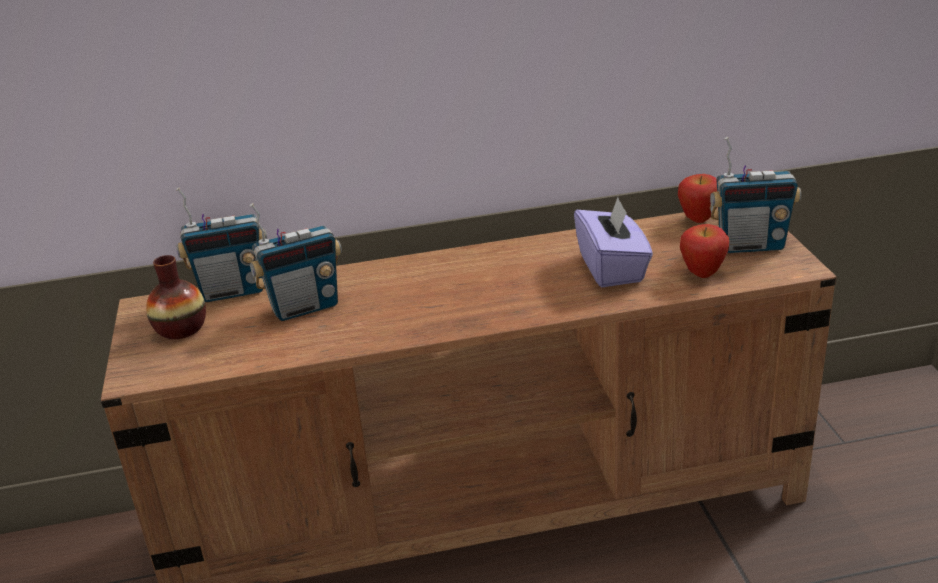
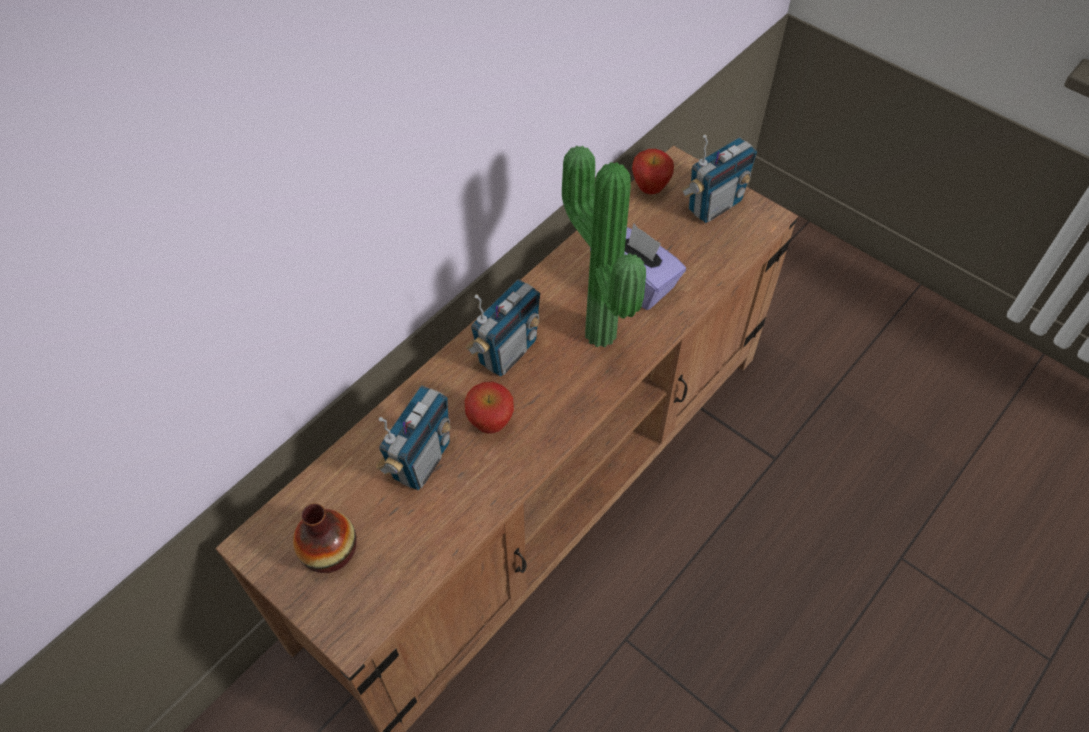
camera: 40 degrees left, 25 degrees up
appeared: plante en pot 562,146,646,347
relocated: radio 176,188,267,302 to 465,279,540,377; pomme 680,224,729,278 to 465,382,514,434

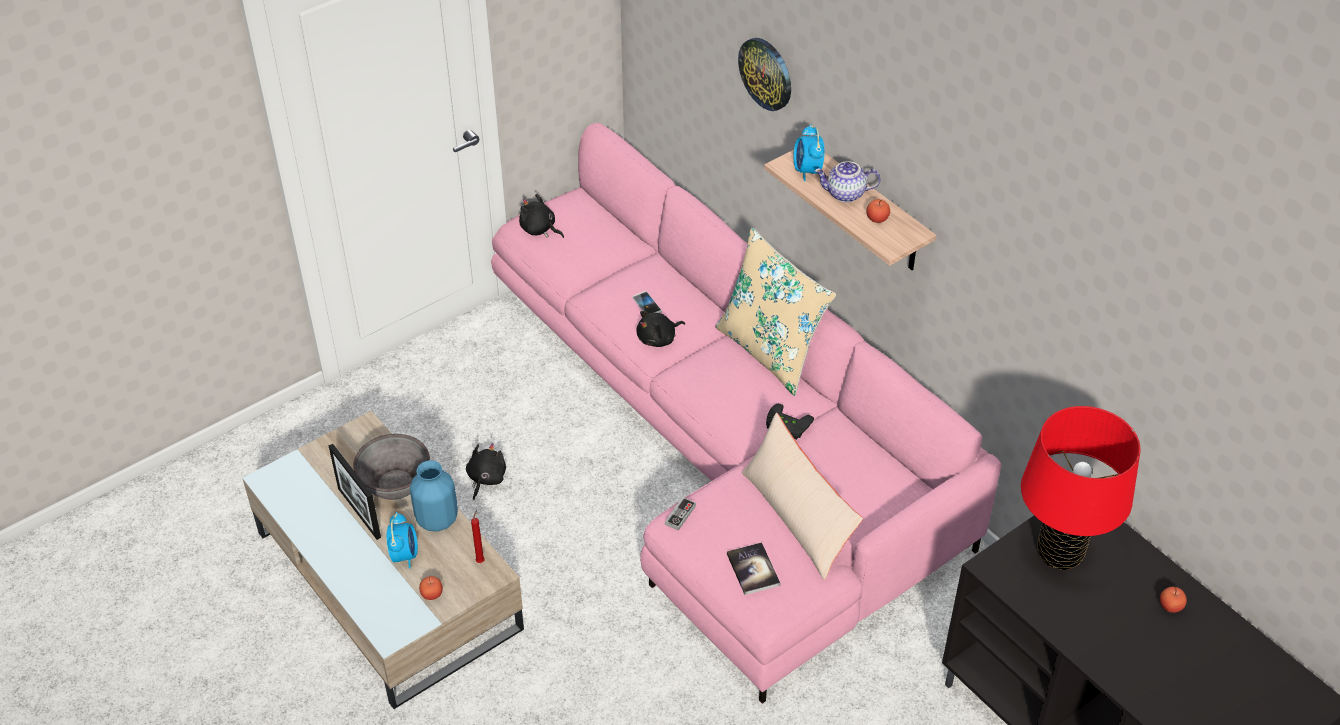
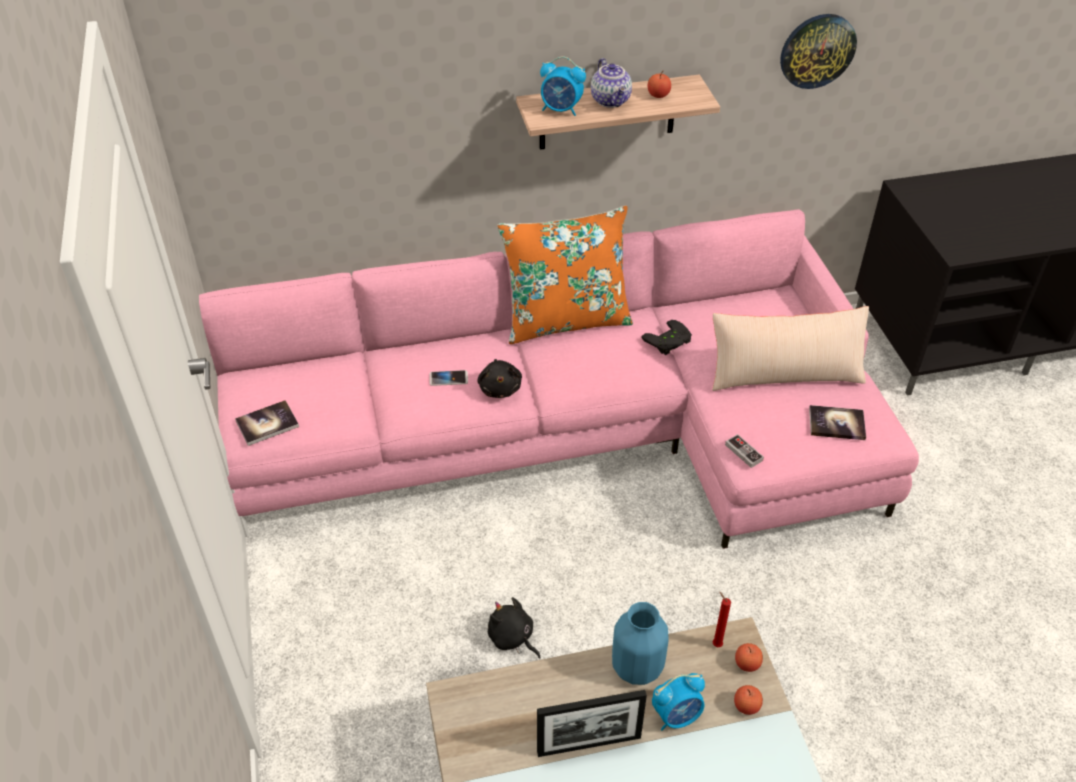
camera: 65 degrees left, 0 degrees up
missing: bol (gris) 353,434,430,500; lampe de table (rouge) 1021,406,1141,570
relocated: horloge murale 738,38,791,111 to 780,14,857,89; pomme 1160,587,1187,613 to 735,643,763,672
exchanged: peluche (noir) 519,194,564,238 to livre 235,400,299,446
colour: coussin (beige) 715,227,836,396 to coussin (orange) 498,206,633,344
spun: réveil 387,512,418,569 = 652,673,705,730 135 degrees clockwise; théière 814,161,881,203 = 591,58,632,108 45 degrees counterclockwise

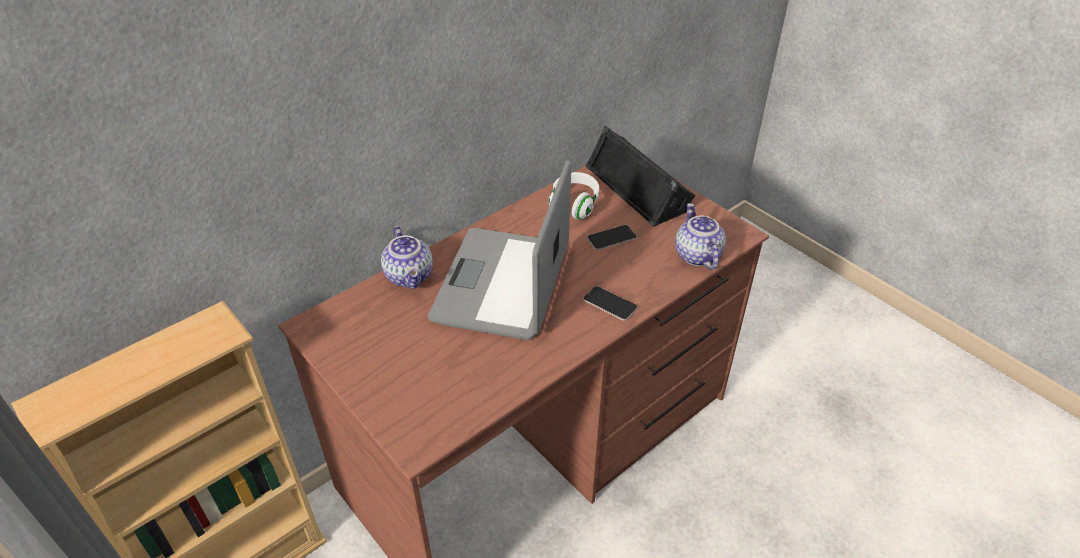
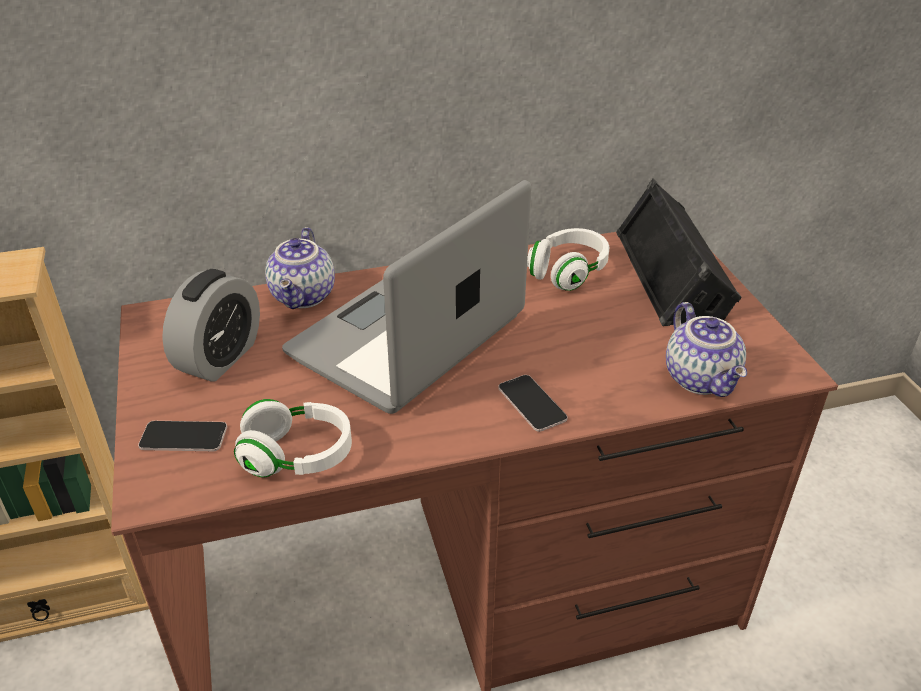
camera: 25 degrees right, 5 degrees down
appeared: réveil 162,269,260,382; casque audio (blanc) 234,399,352,478
relocated: téléphone 587,225,637,250 to 138,421,227,451
spun: théière 675,203,726,270 = 666,302,747,397 150 degrees clockwise

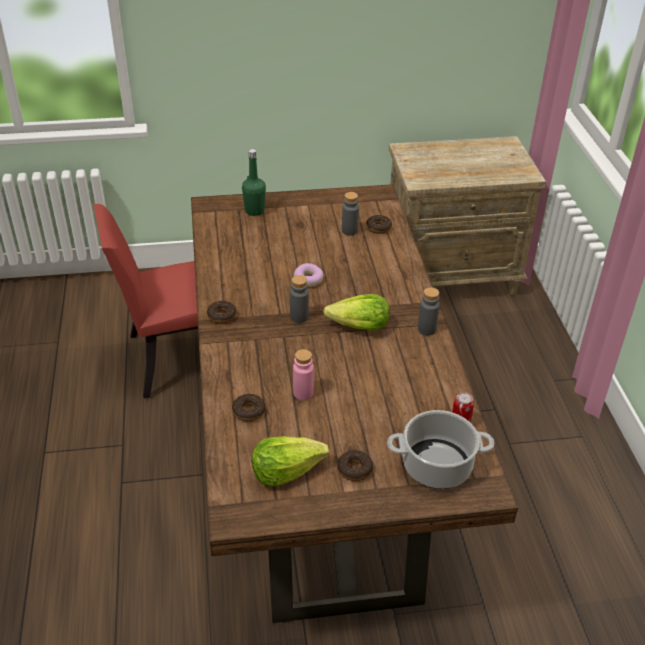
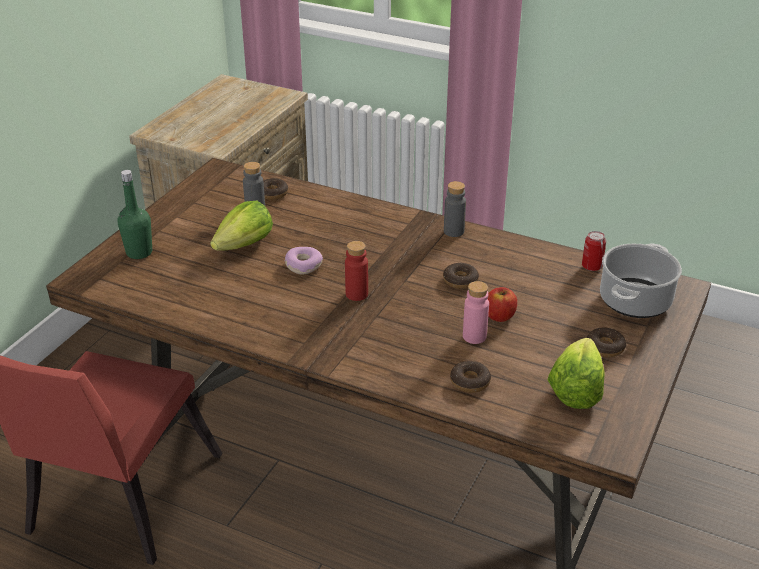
camera: 55 degrees left, 5 degrees down
appeared: pomme 488,287,517,322
relocated: beignet 207,301,236,324 to 443,262,479,289; laitue 323,294,389,331 to 210,201,273,251
colour: bouteille (gris) 290,275,309,323 to bouteille (rouge) 345,241,368,301

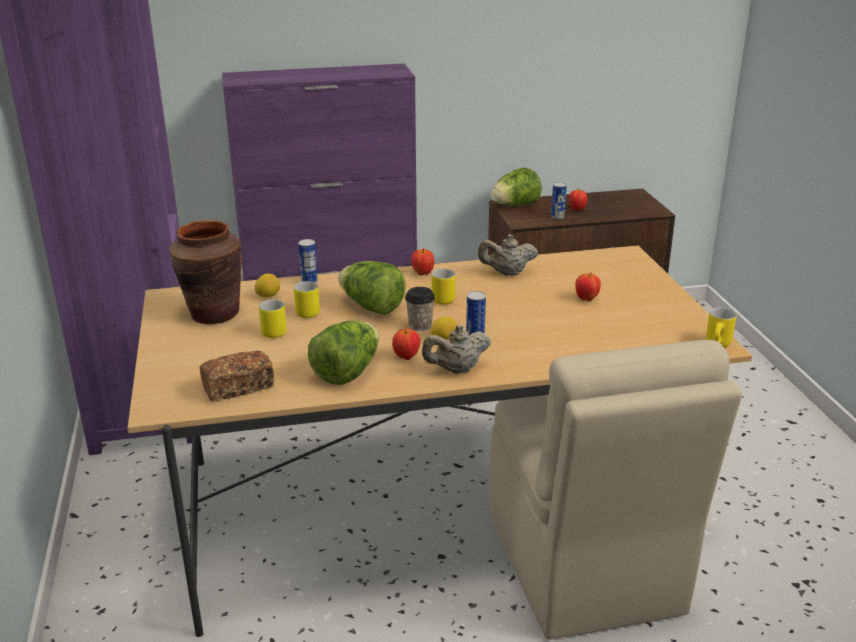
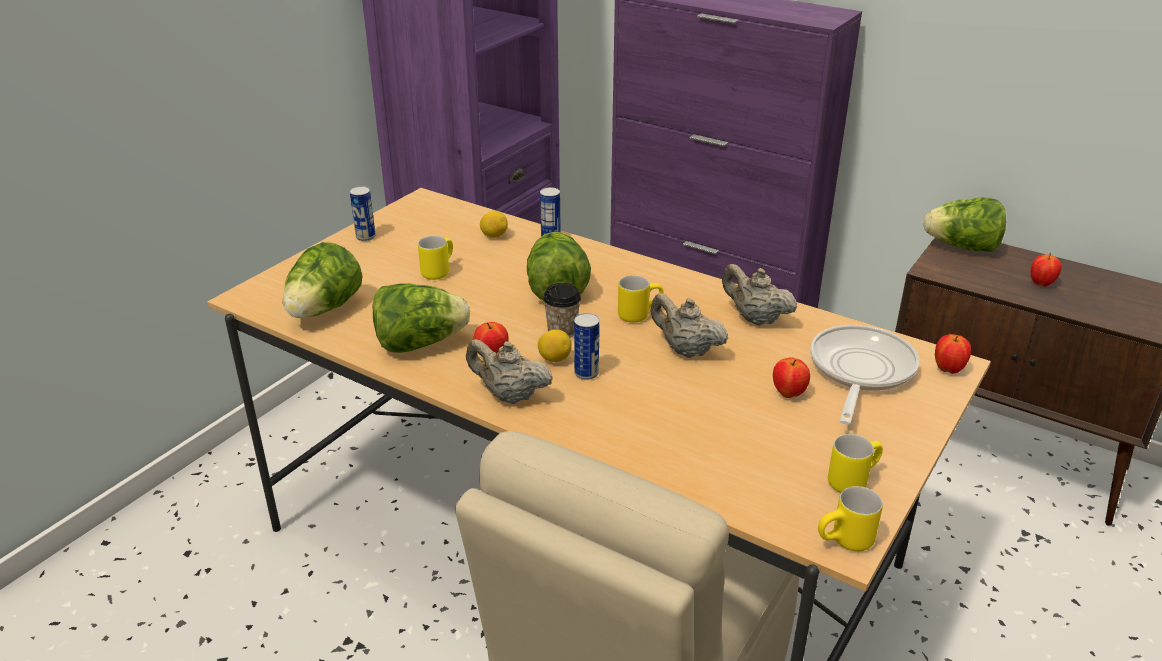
camera: 45 degrees right, 5 degrees up
missing: vase (marron) 169,220,242,324
appeared: théière (beige) 650,293,728,358; poêle 810,325,919,425
relocated: mug (jaune) 294,281,320,318 to 828,434,883,493; pomme 411,248,434,276 to 935,334,971,374; boîte métallique 551,182,567,219 to 350,186,376,241
exchanged: pain 200,351,274,402 to laitue 283,242,363,318

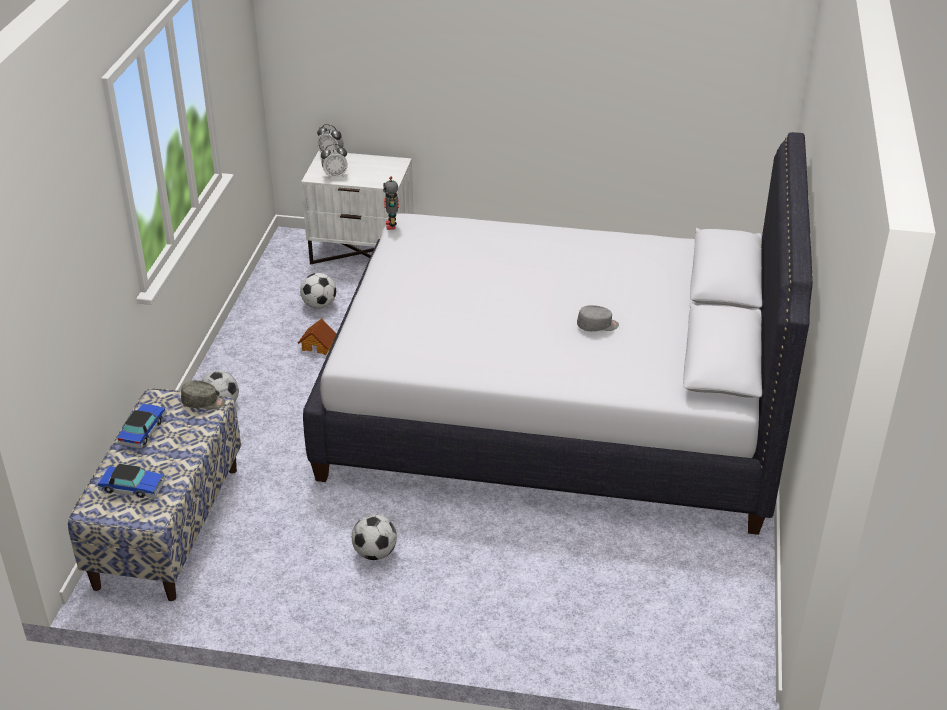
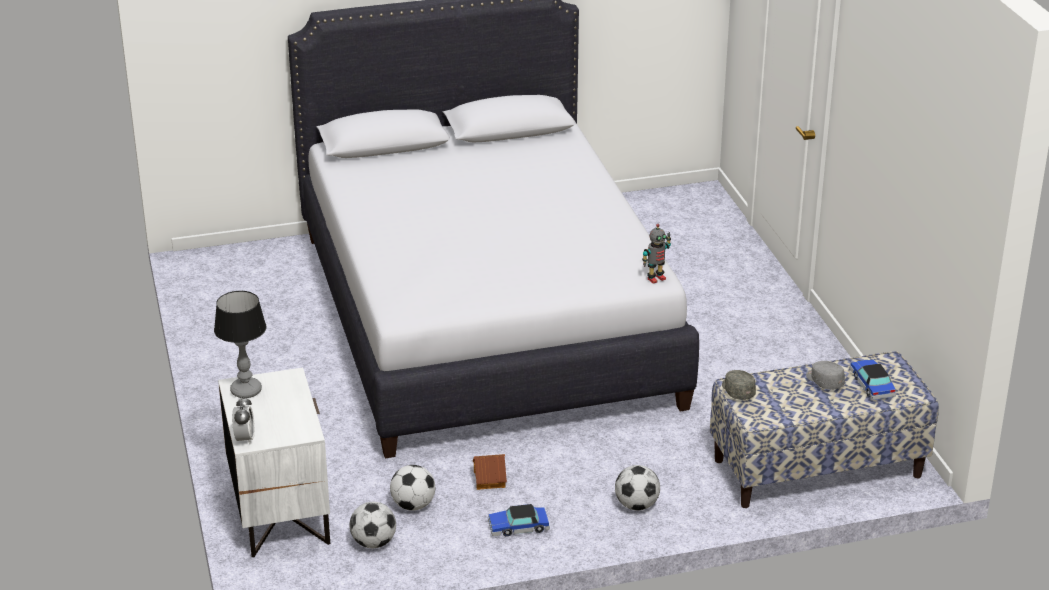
camera: 115 degrees left, 5 degrees down
missing: réveil 321,144,348,179
appeared: lampe de table 214,291,266,398
relocated: petite voiture 117,404,167,449 to 488,504,550,537; ballon de foot 352,515,397,560 to 349,502,396,548; robot jouet 383,177,399,230 to 642,224,671,284; casquette (gris) 577,305,619,332 to 806,361,845,390

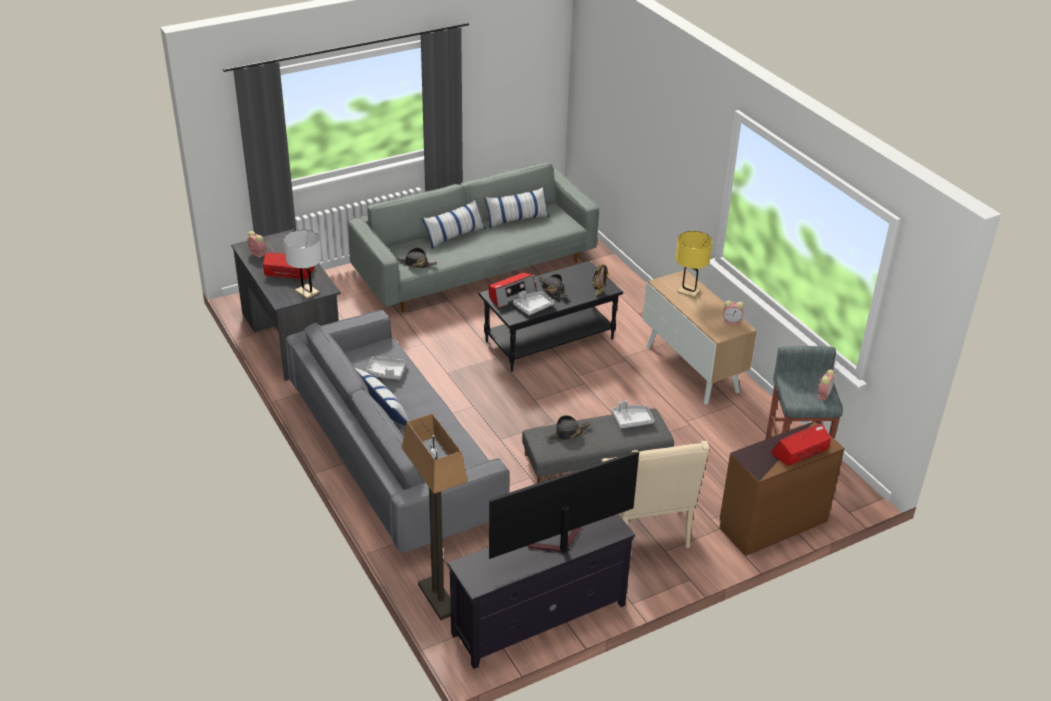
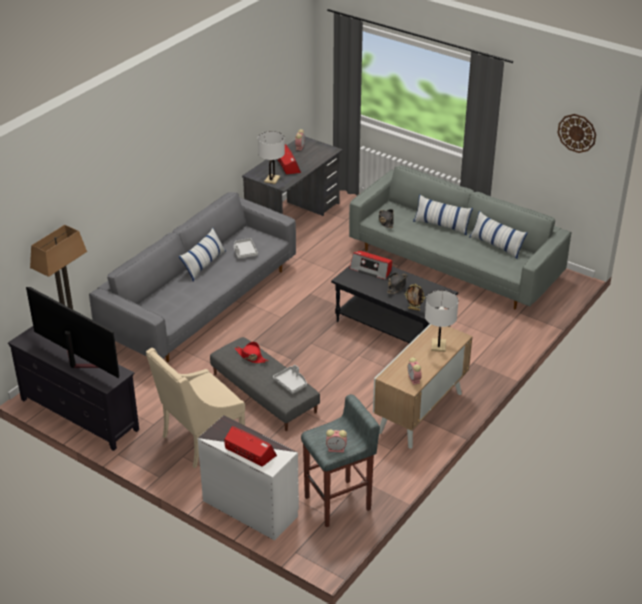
camera: 65 degrees right, 0 degrees up
missing: plateau (gris) 513,291,555,315
appeared: horloge murale 557,114,596,153
colour: chapeau (noir) 545,415,591,441 to chapeau (rouge) 235,342,269,364; lampe de table (jaune) 676,231,712,298 to lampe de table (blanc) 425,290,459,352; commode (marron) 719,421,845,556 to commode (blanc) 198,415,299,541

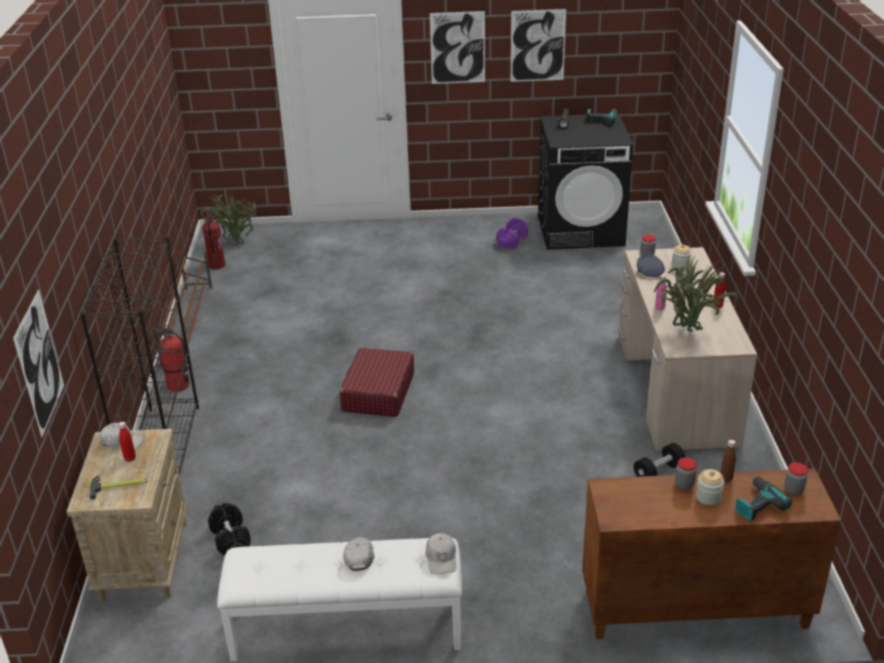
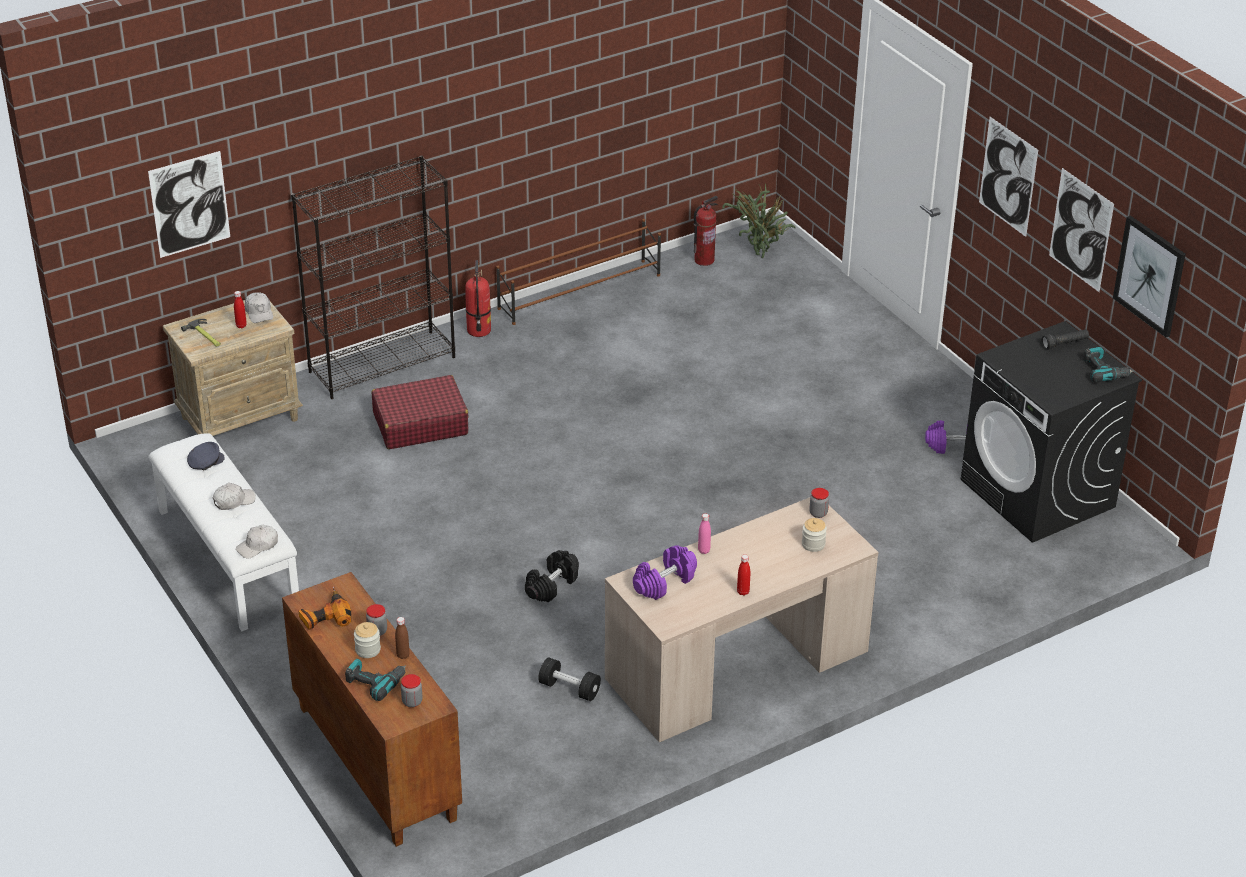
camera: 60 degrees right, 5 degrees up
appeared: perceuse 299,586,351,630; tableau 1113,215,1186,337
relocated: haltère (noir) 208,503,251,556 to 525,550,579,602; valise (rouge) 340,348,414,417 to 371,375,469,449; casquette (gris) 637,254,665,277 to 187,442,225,471
exchanged: plante en pot 654,255,738,332 to haltère (violet) 633,545,697,600

